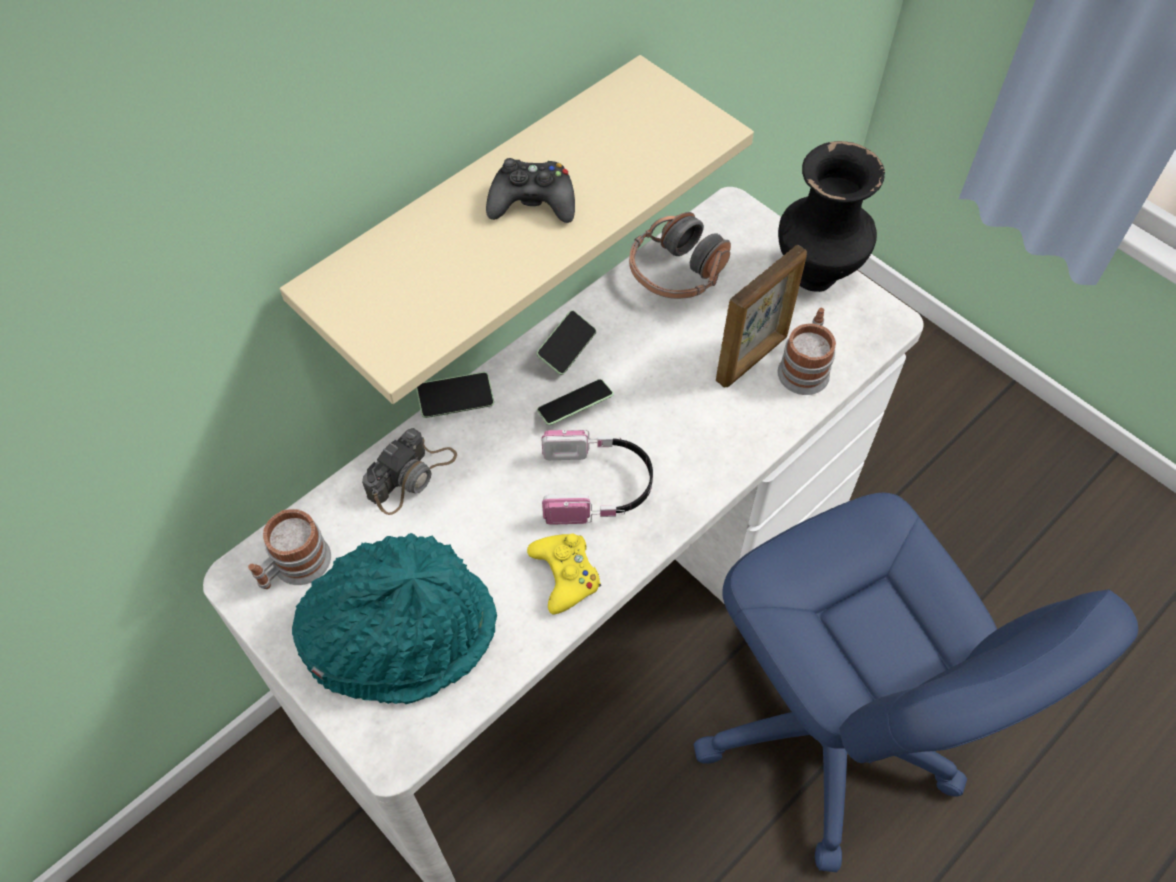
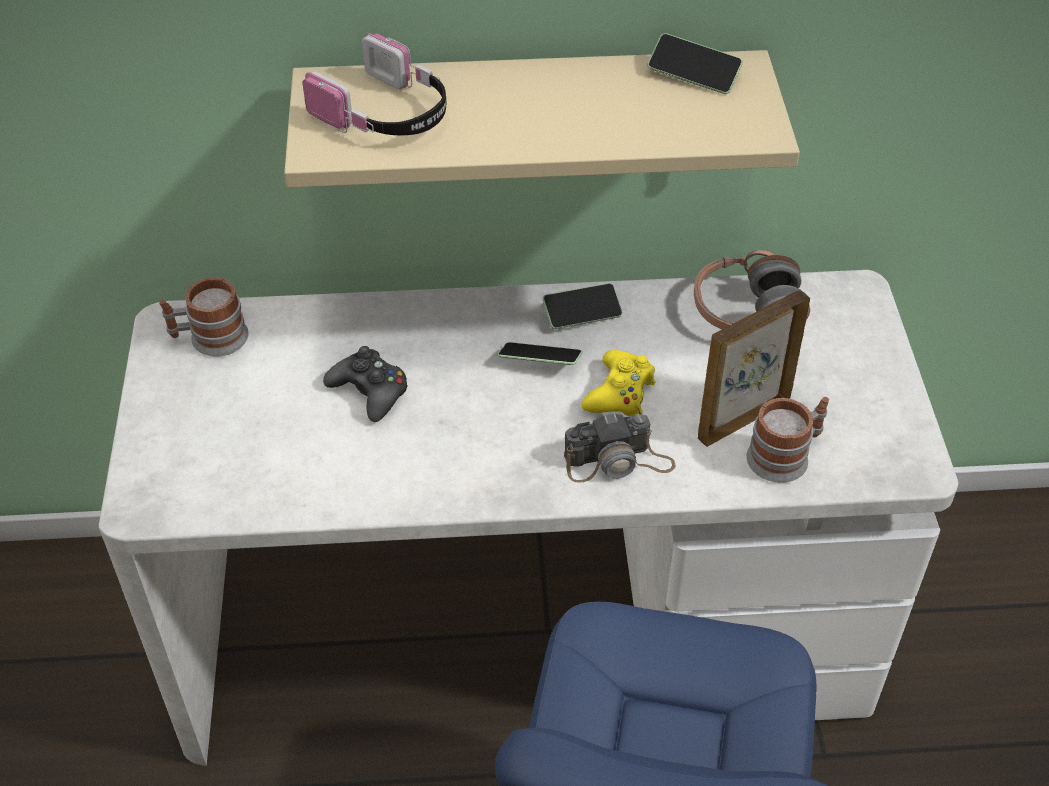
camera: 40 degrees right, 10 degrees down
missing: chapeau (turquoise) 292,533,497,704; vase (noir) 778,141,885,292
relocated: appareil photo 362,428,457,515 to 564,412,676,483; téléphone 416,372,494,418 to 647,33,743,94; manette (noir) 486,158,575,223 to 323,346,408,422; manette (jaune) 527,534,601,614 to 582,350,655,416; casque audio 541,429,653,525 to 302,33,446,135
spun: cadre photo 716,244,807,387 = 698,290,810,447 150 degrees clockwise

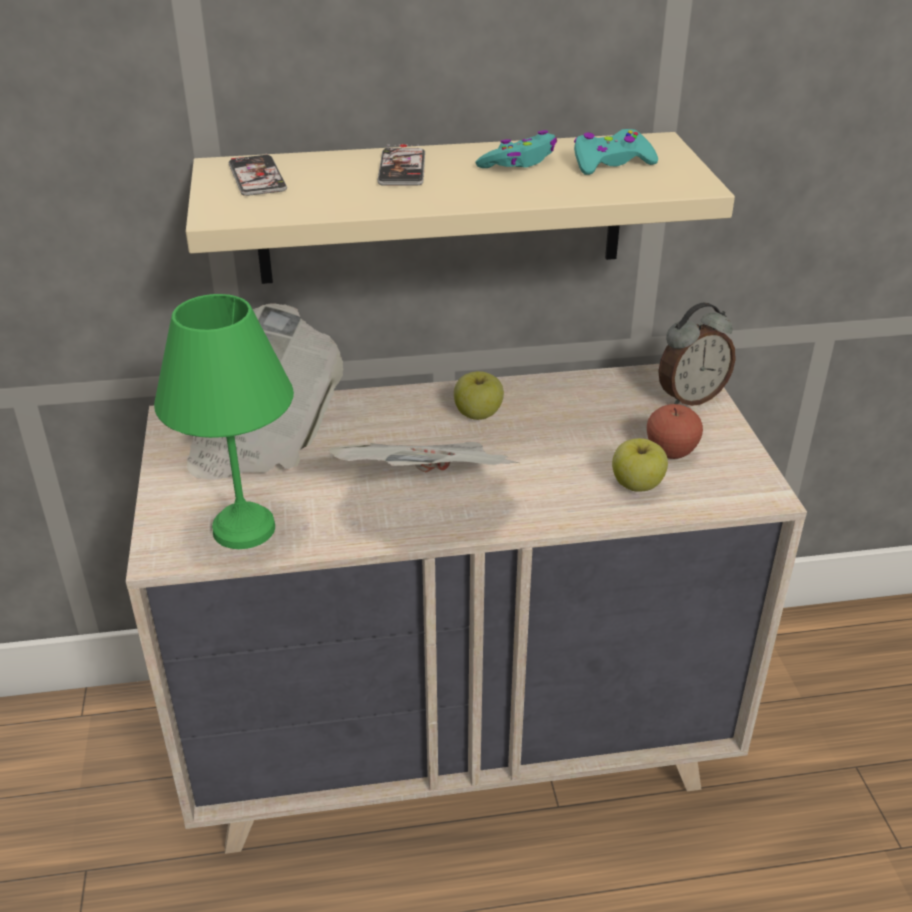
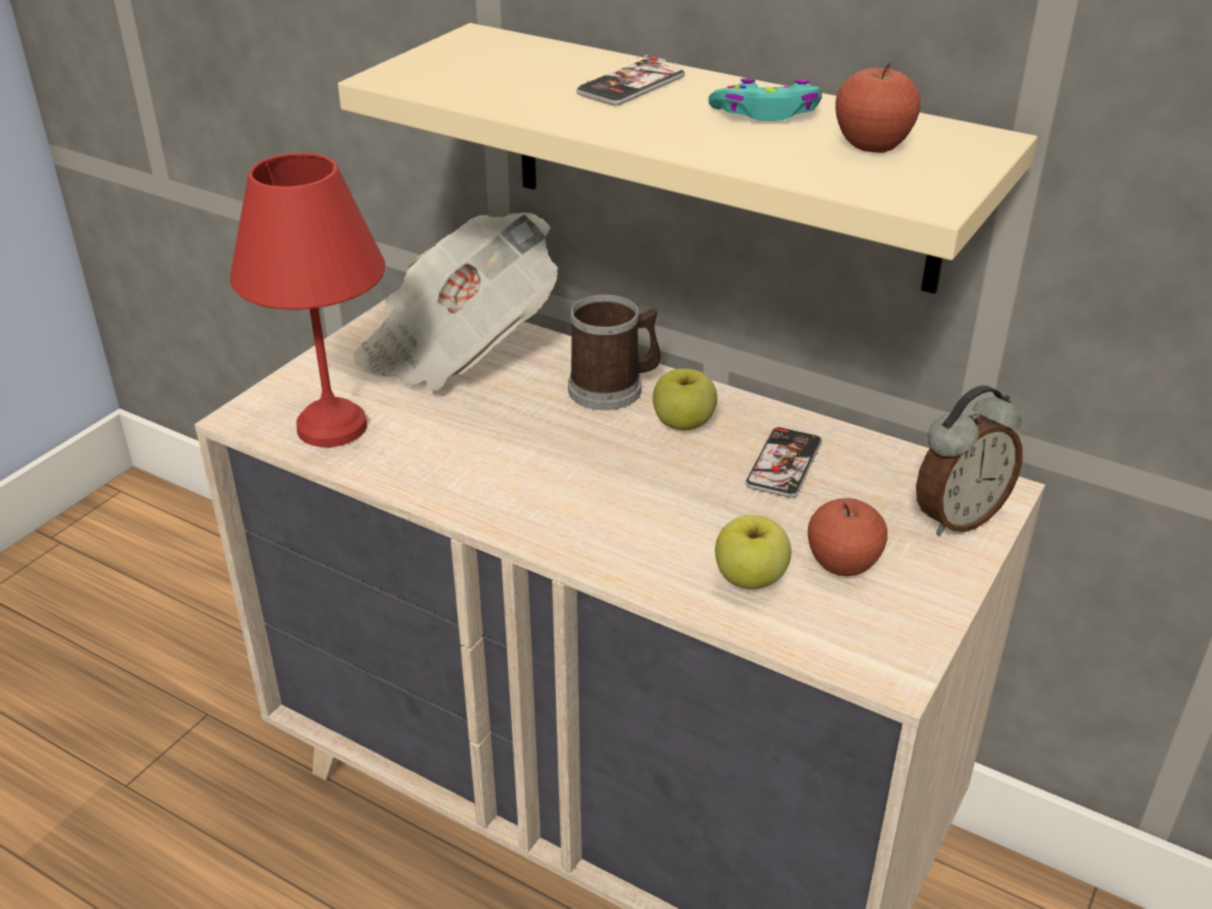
camera: 40 degrees right, 0 degrees up
missing: journal 329,442,519,472
appeared: mug 568,295,660,410
relocated: téléphone 229,154,287,196 to 745,427,822,498
exchanged: manette (turquoise) 574,129,658,175 to pomme 835,62,921,153
colour: lampe de table (vert) 154,294,294,549 to lampe de table (rouge) 230,153,385,447
spun: réveil 658,303,736,406 = 916,385,1023,536 45 degrees counterclockwise

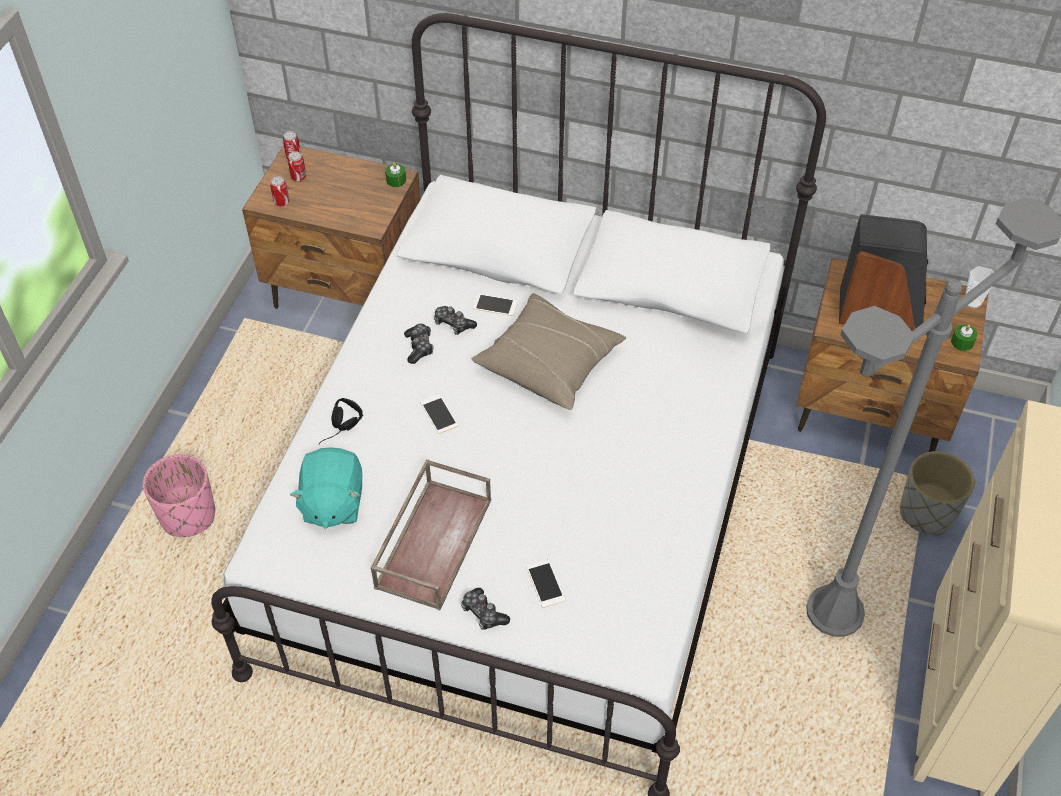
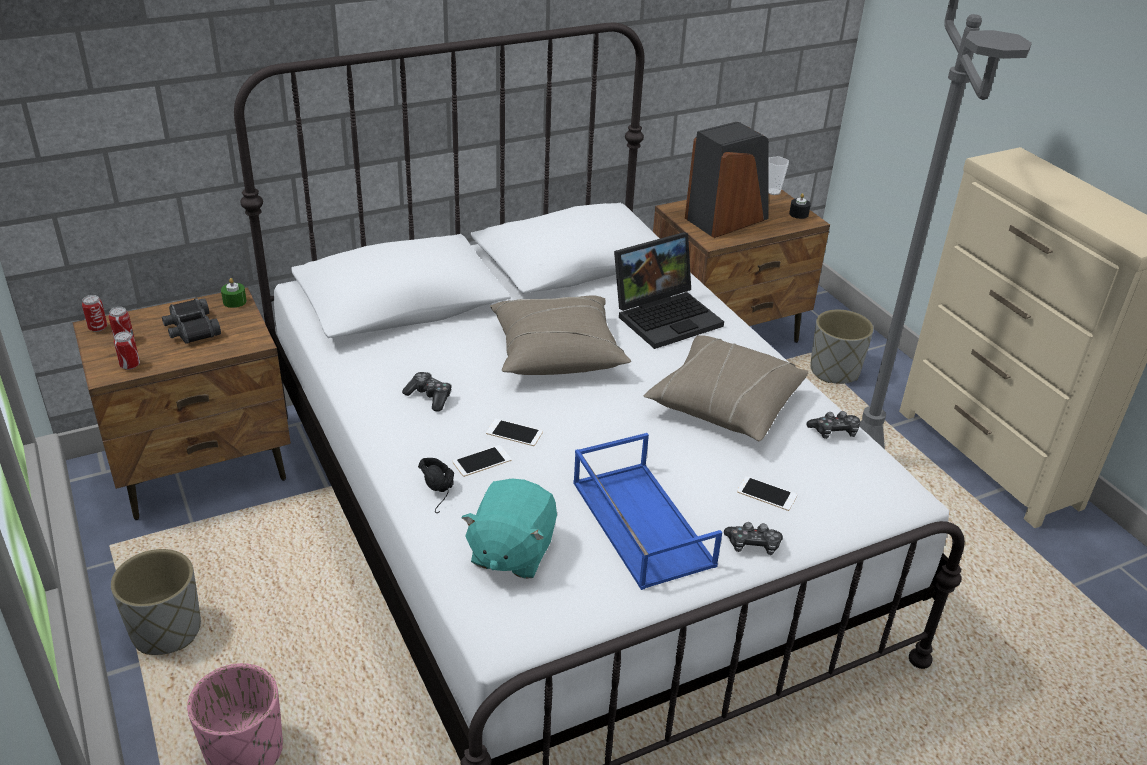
camera: 45 degrees left, 15 degrees down
appeared: cache-pot (gris) 111,549,201,655; jumelles (noir) 162,298,221,344; ordinateur portable 614,232,724,349; coussin (beige) 644,335,808,441
relocated: manette 434,306,477,335 to 806,411,860,439; téléphone 473,294,518,316 to 453,445,512,477
colour: plateau (marron) 370,459,491,610 to plateau (bleu) 573,433,722,590; bougie (vert) 951,324,977,351 to bougie (noir) 789,193,811,219
spun: peluche (turquoise) 290,447,362,529 = 461,478,557,579 60 degrees clockwise

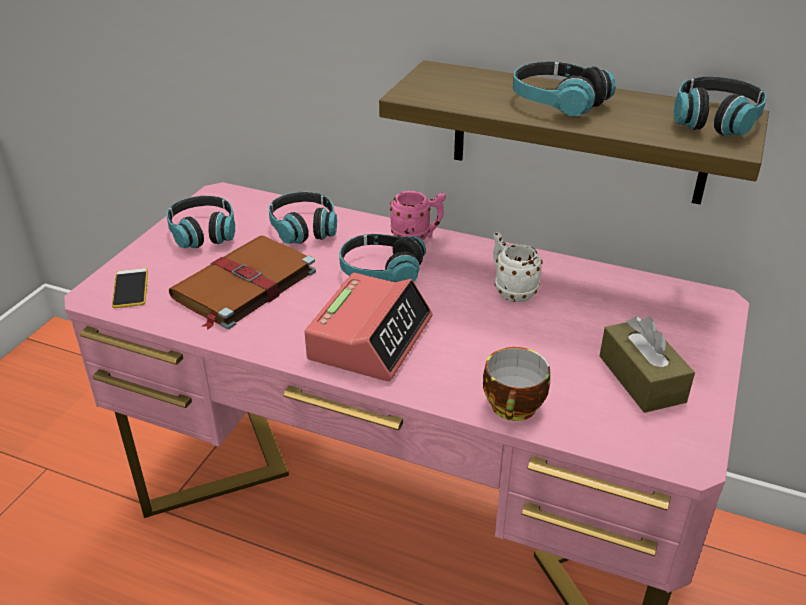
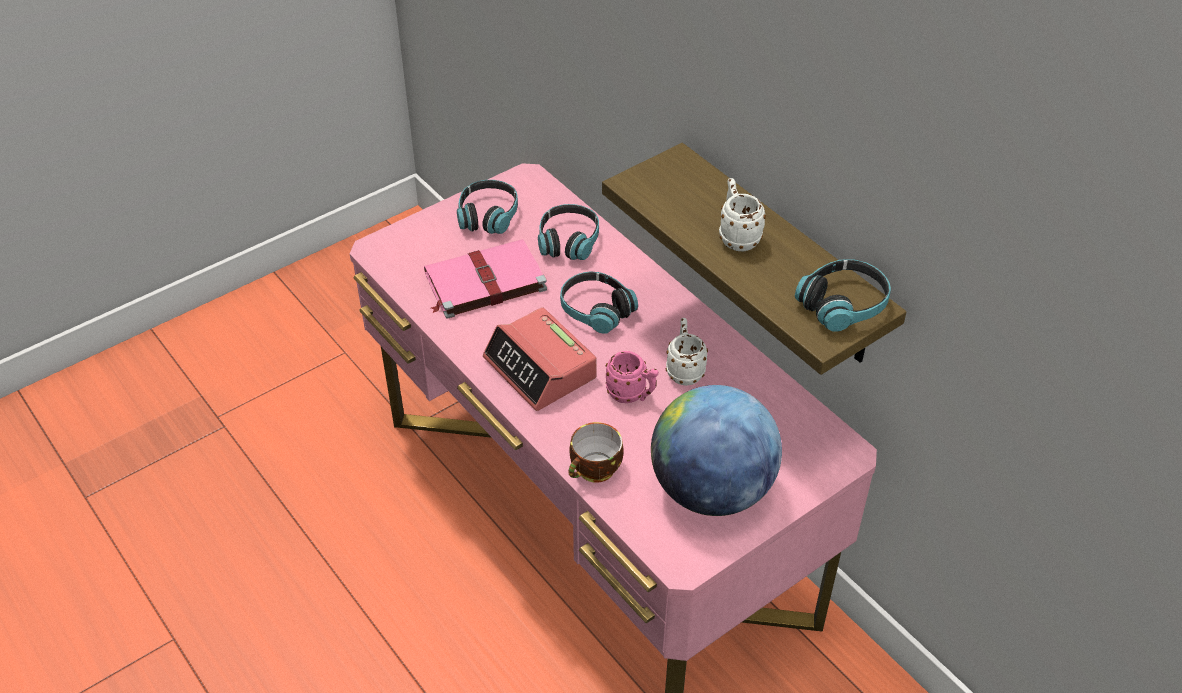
camera: 30 degrees right, 10 degrees up
missing: téléphone 112,268,148,308
relocated: mug (rose) 390,191,446,240 to 606,351,659,403
exchanged: casque audio 513,61,616,116 to mug (blanc) 719,178,766,251; boîte à mouchoirs (marron) 600,317,695,413 to globe 651,385,782,516
colour: livre (marron) 169,236,316,330 to livre (rose) 424,239,547,319
spun: réveil 305,273,433,381 = 483,307,596,411 90 degrees clockwise

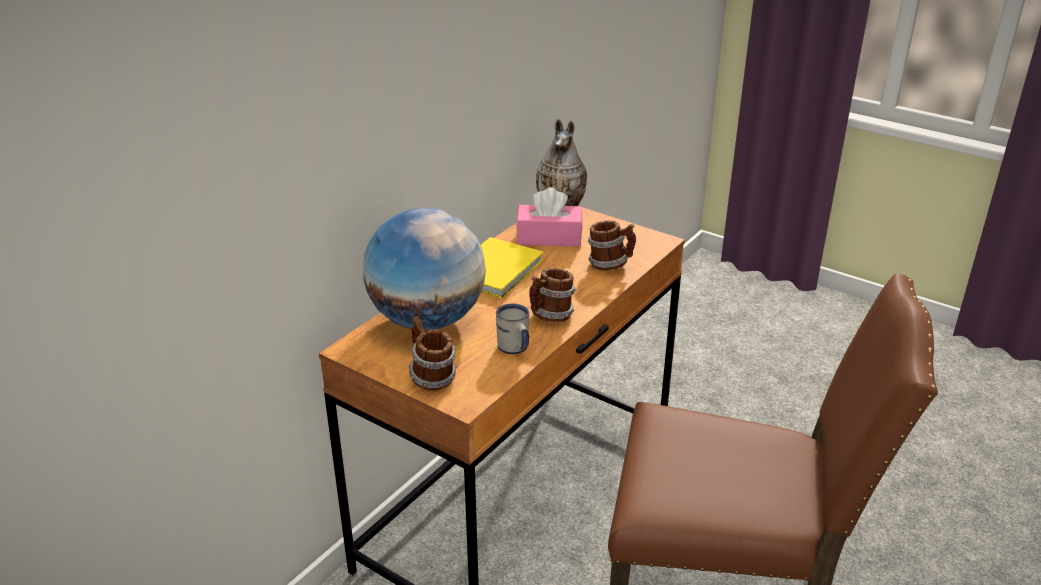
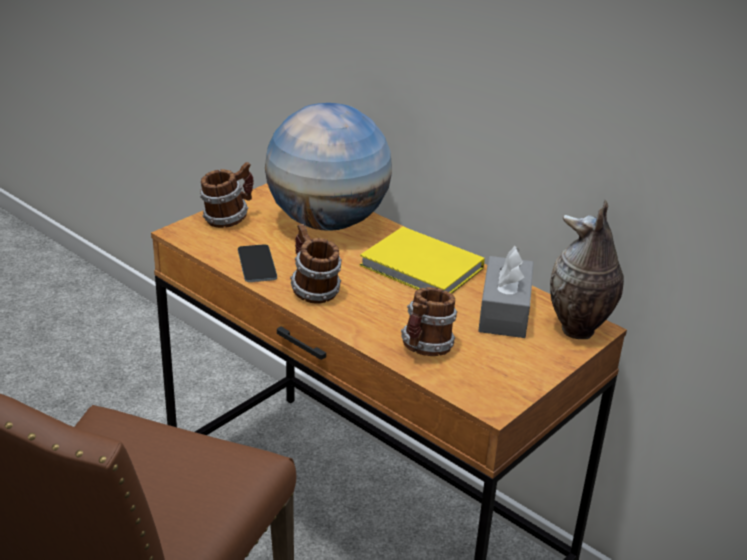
camera: 95 degrees right, 0 degrees up
exchanged: mug (blanc) 496,304,529,354 to téléphone 238,244,277,282
colour: boîte à mouchoirs (rose) 516,187,582,247 to boîte à mouchoirs (gris) 478,246,534,338

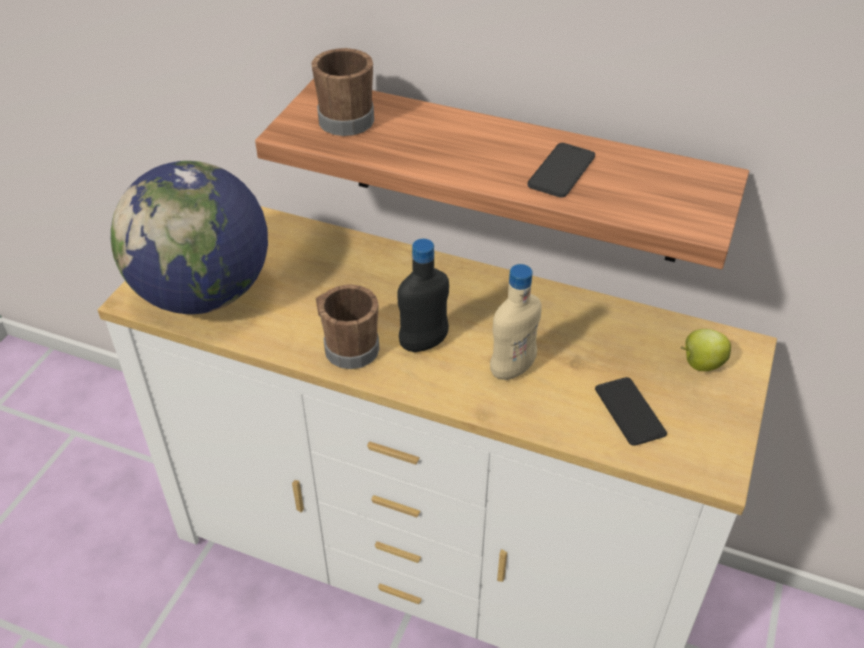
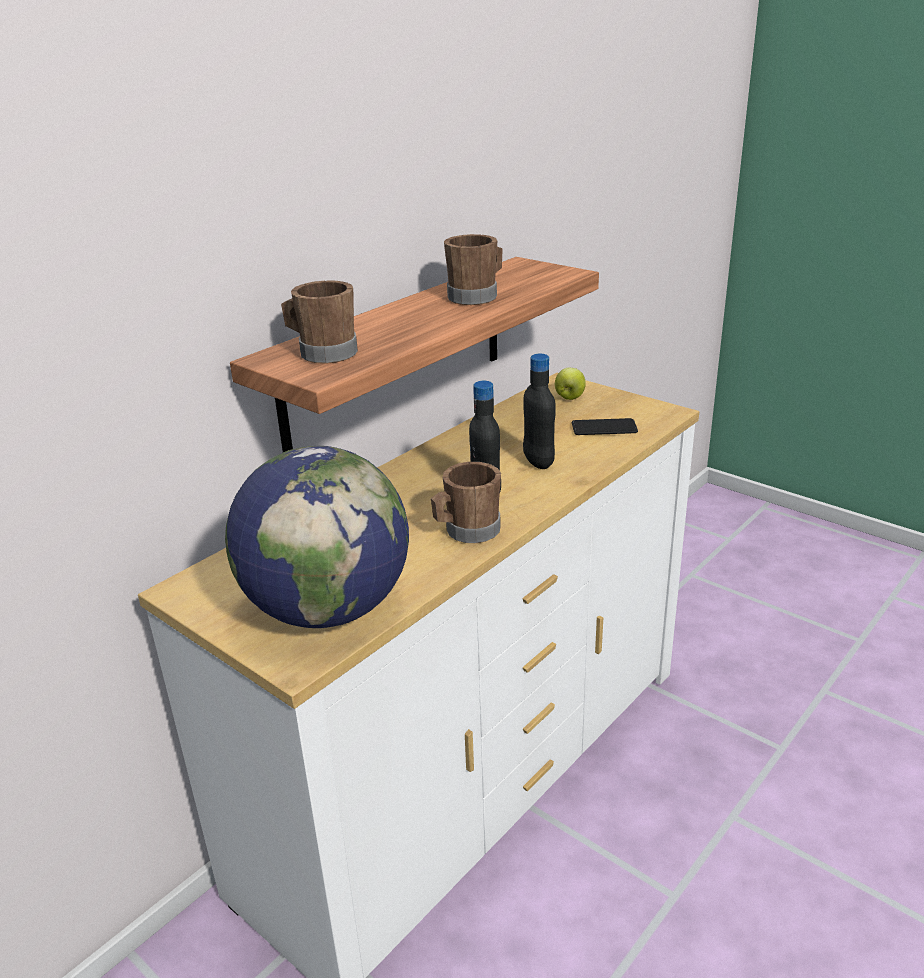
camera: 70 degrees left, 15 degrees down
exchanged: téléphone 528,143,595,198 to mug (marron) 444,234,503,305
colour: bouteille (beige) 490,264,542,380 to bouteille (noir) 523,354,556,469

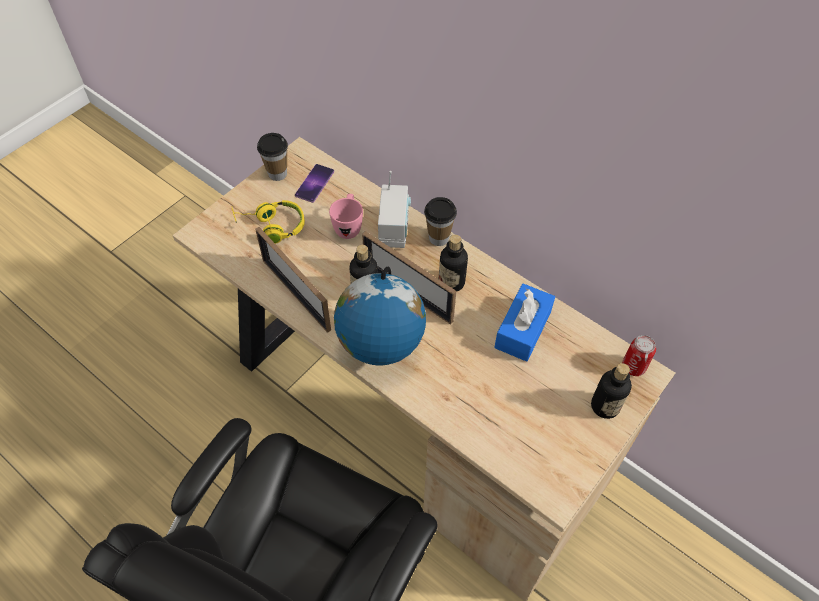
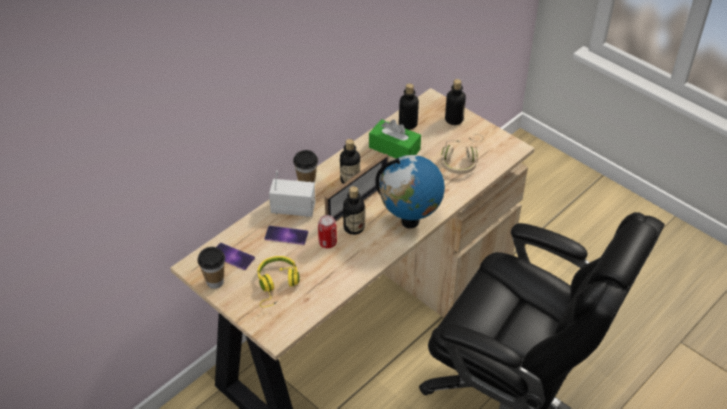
camera: 85 degrees left, 10 degrees down
missing: cadre photo 255,227,331,333
appeared: bouteille 399,83,419,130; casque audio (beige) 441,134,483,174
relocated: boîte métallique 622,335,656,376 to 318,215,337,248
exchanged: mug (rose) 329,194,363,239 to téléphone 265,226,308,245
colour: boîte à mouchoirs (bleu) 494,284,555,362 to boîte à mouchoirs (vert) 369,119,421,158

